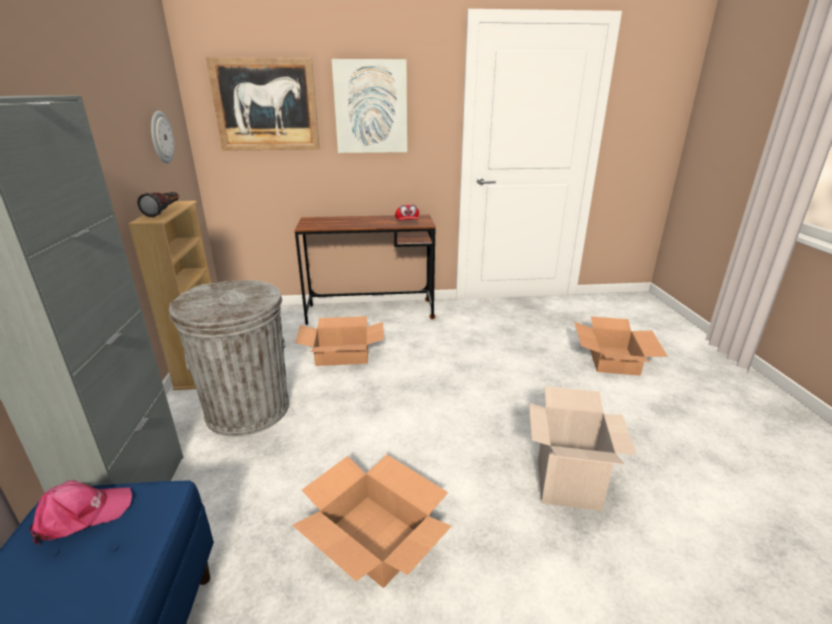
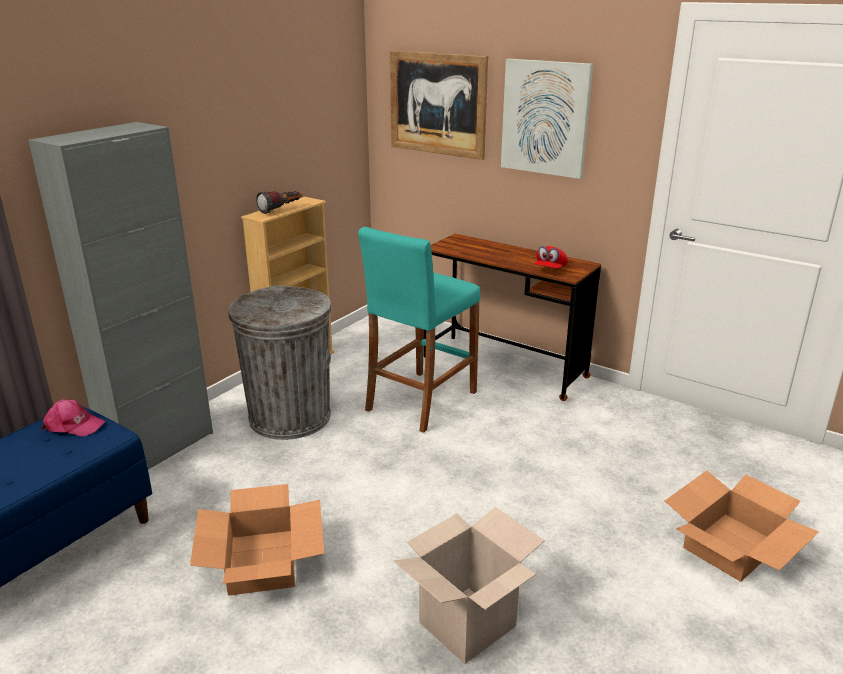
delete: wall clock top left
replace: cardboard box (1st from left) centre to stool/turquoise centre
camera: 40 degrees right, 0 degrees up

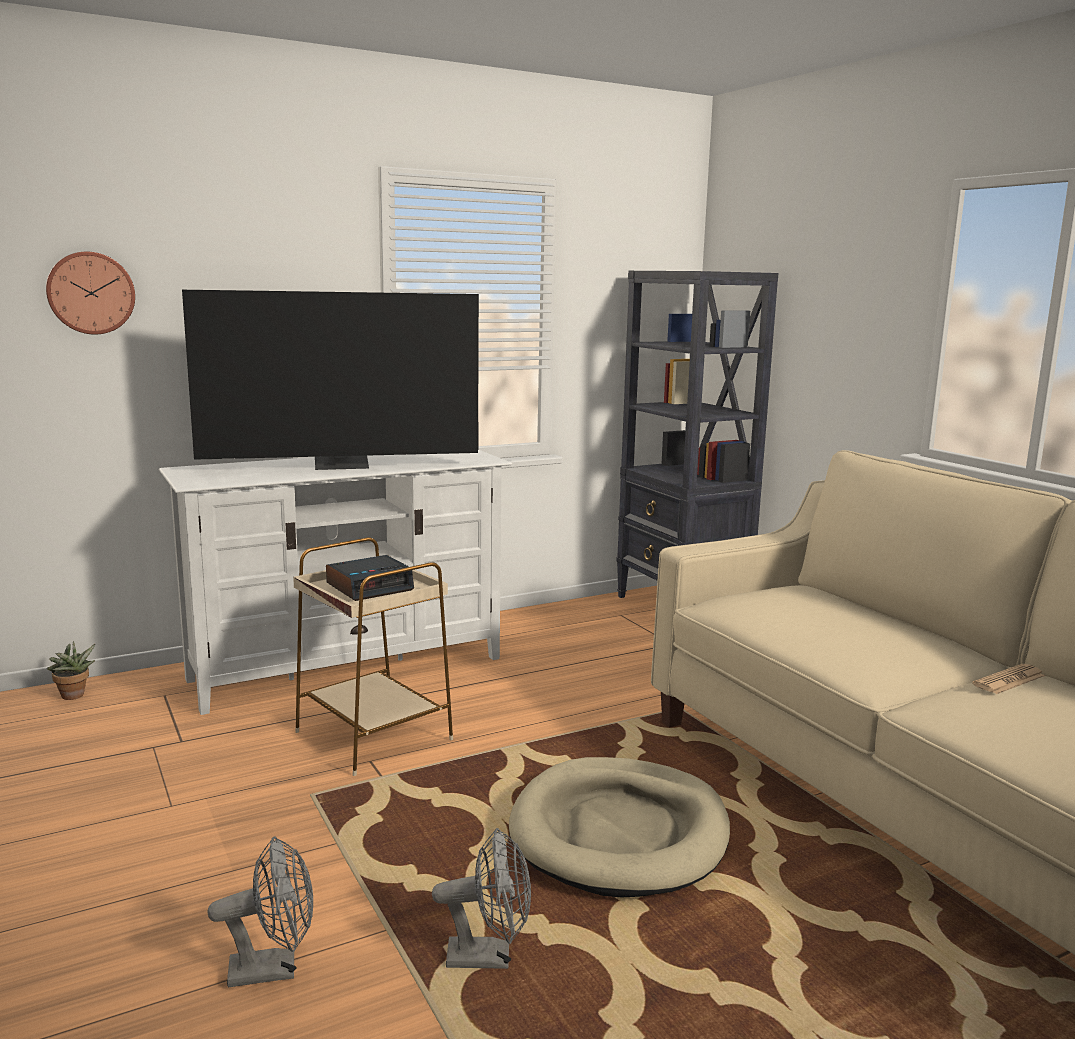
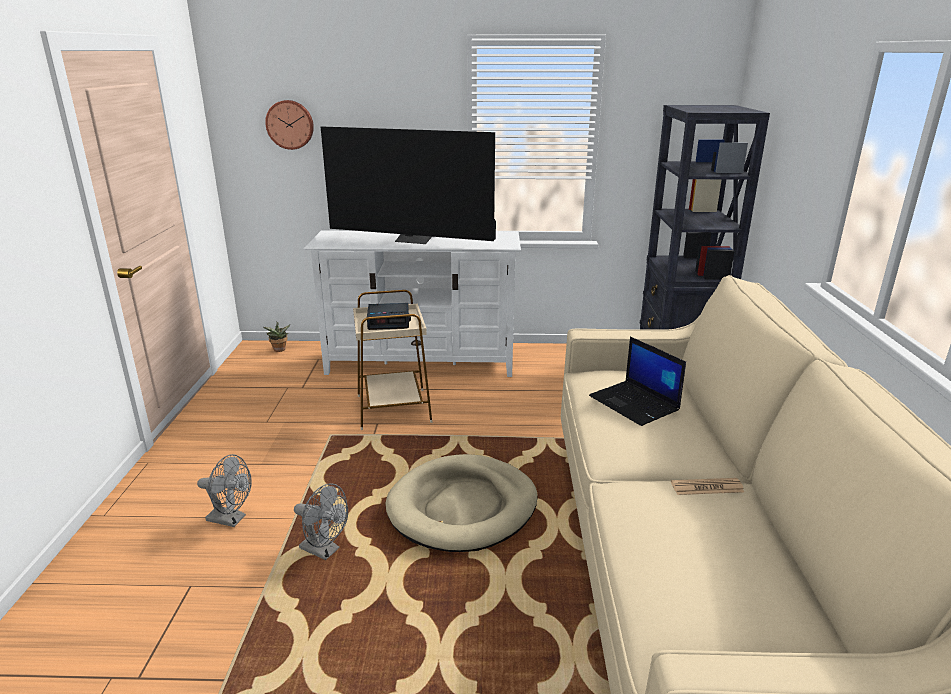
insert: laptop middle right
camera: 30 degrees right, 10 degrees up

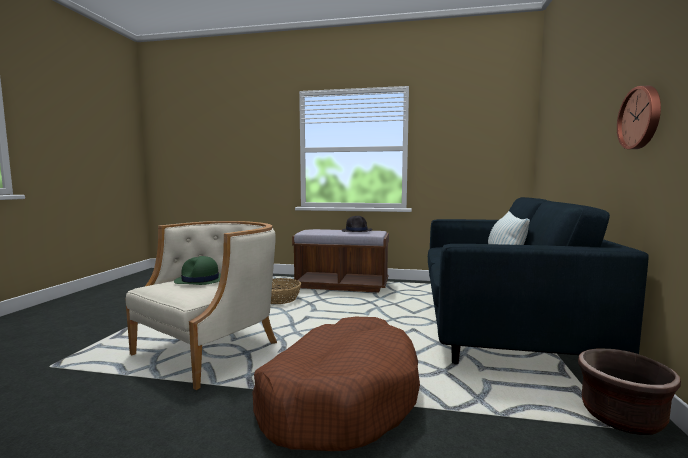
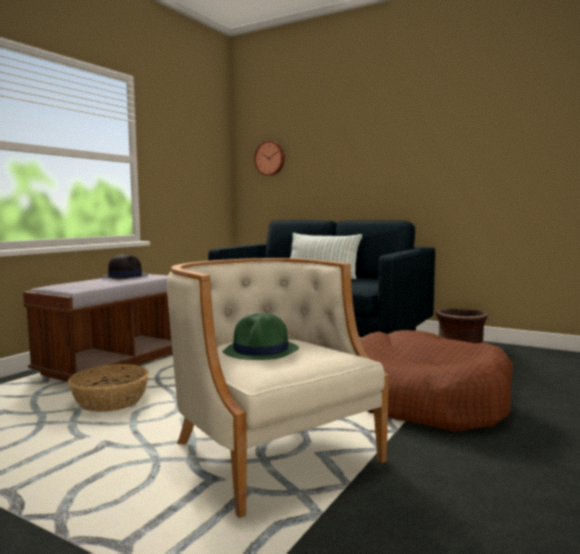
move: wall clock top right to top centre
camera: 70 degrees left, 0 degrees up

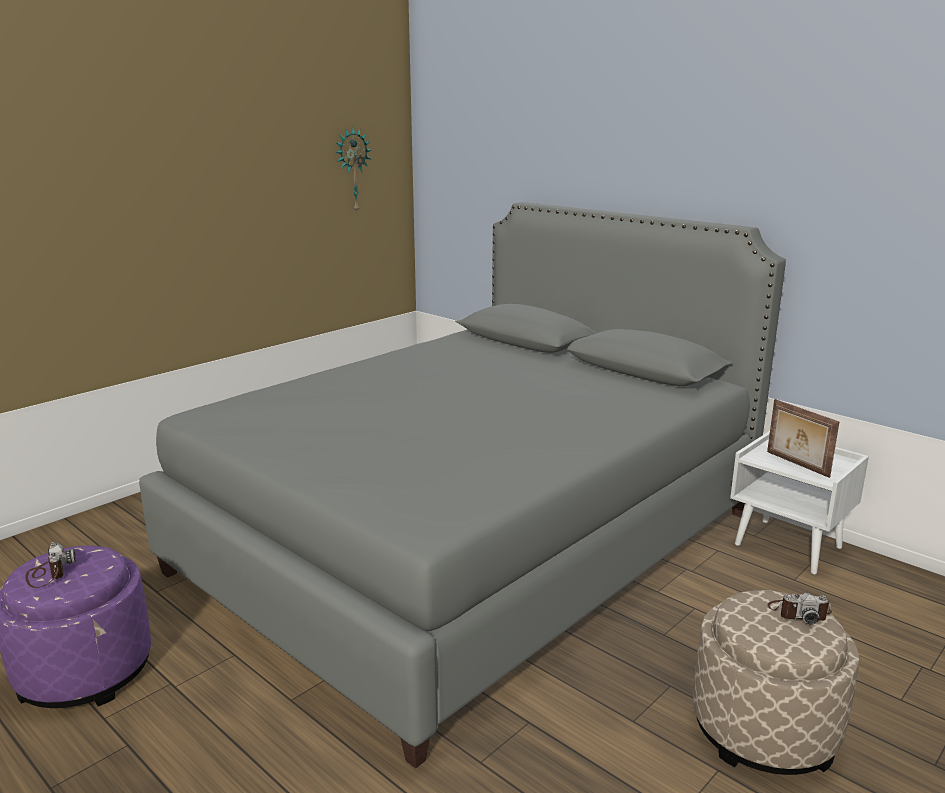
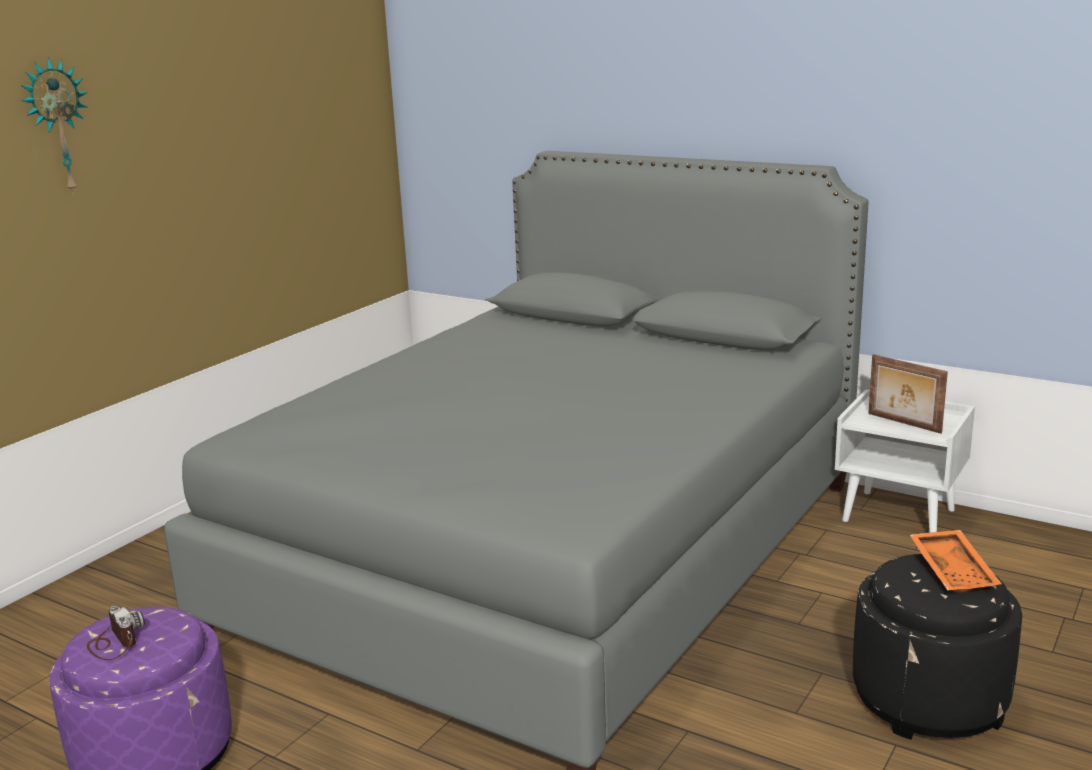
move: wall clock top centre to top left
replace: photo camera (2nd from left) bottom right to tray/orange bottom right
recolor: ottoman/beige bottom right to ottoman/black bottom right
camera: 10 degrees left, 0 degrees up

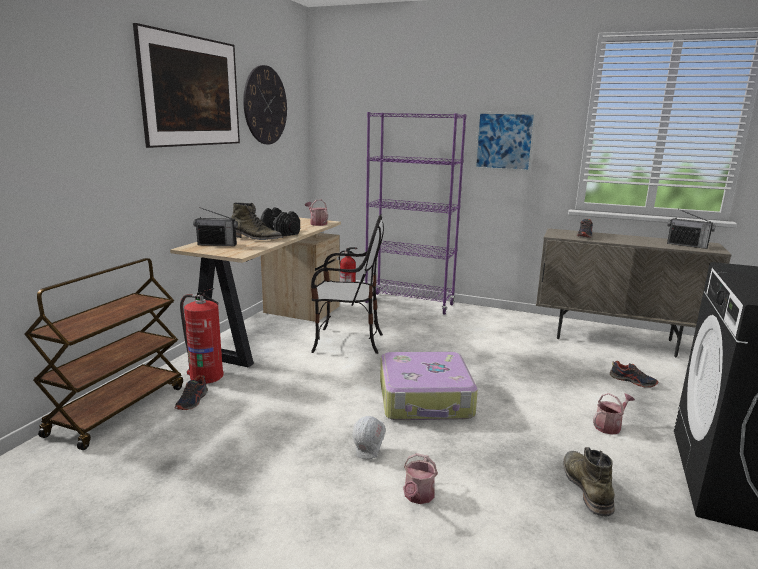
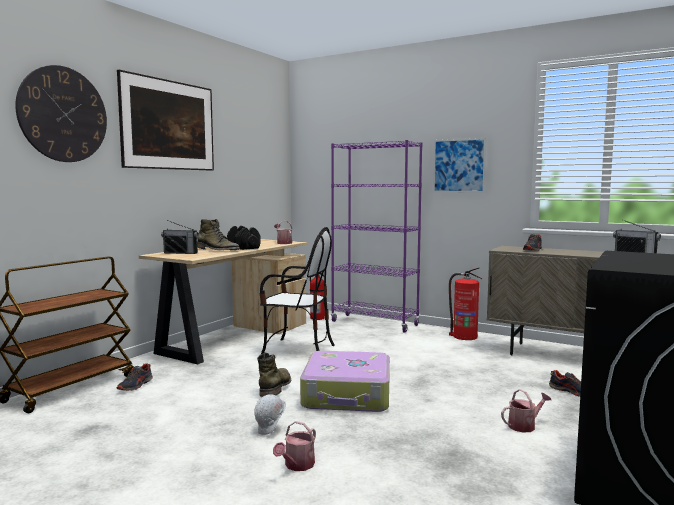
move: wall clock top centre to top left; boot/green (2nd from left) bottom right to bottom centre; fire extinguisher (1st from left in the first image) middle left to fire extinguisher (2nd from left) middle right
camera: 10 degrees right, 10 degrees down

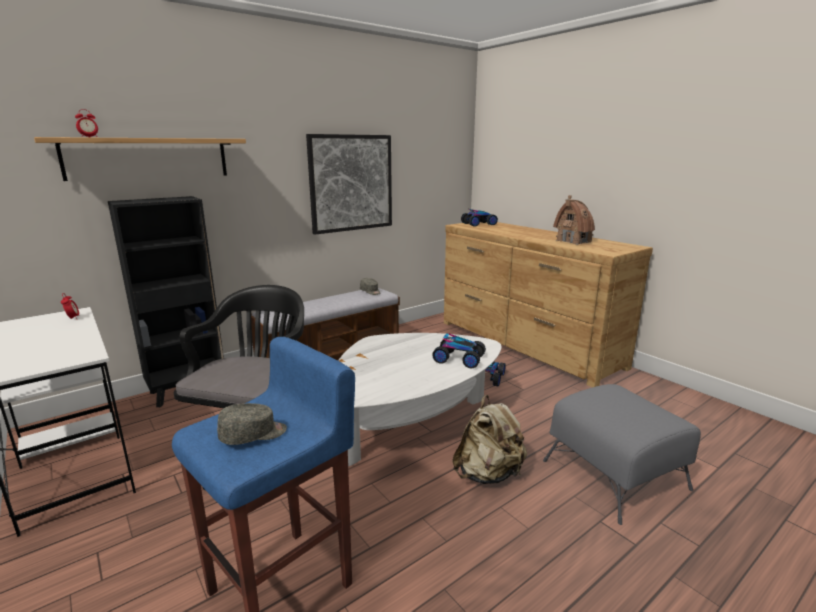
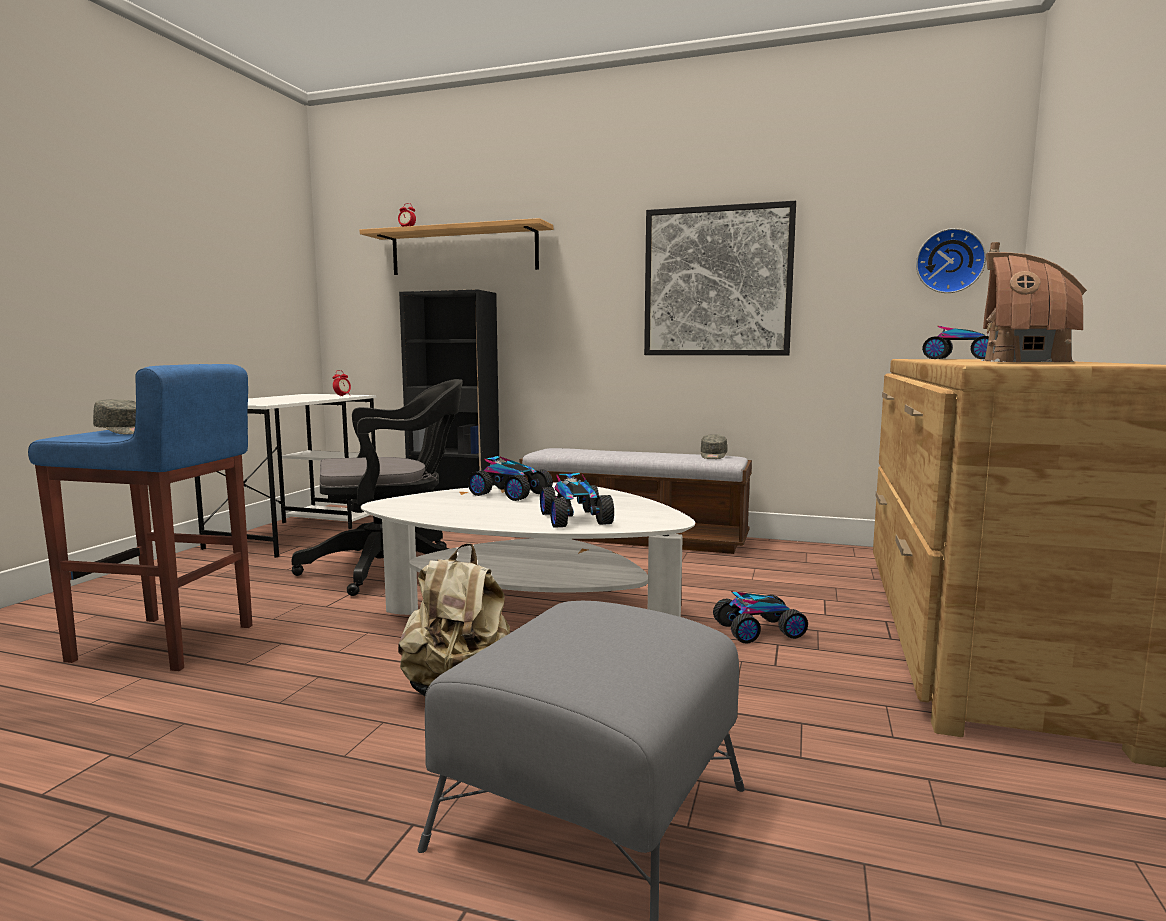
insert: toy car (1st from left) centre; wall clock top right
camera: 55 degrees right, 10 degrees down

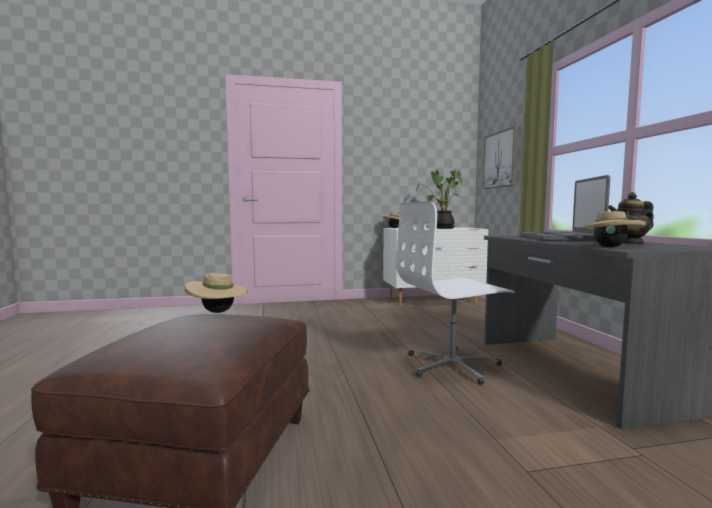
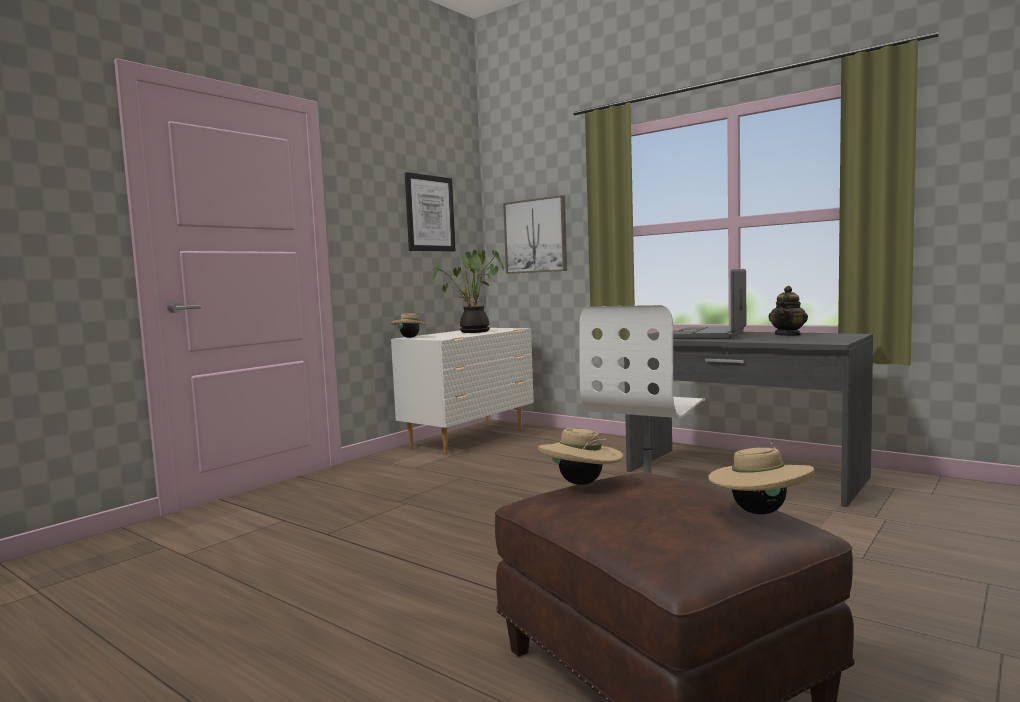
insert: picture (1st from left) top centre
move: hat/beige (3rd from left) middle right to bottom right
rotate: laptop middle right = middle right 60 degrees clockwise
camera: 40 degrees left, 0 degrees up

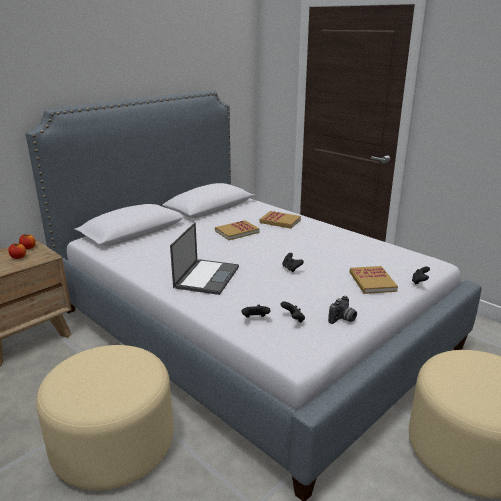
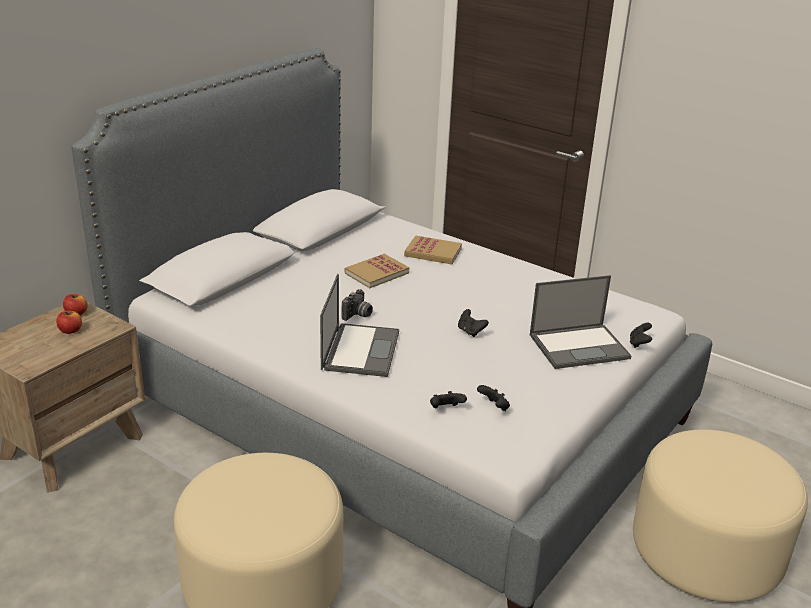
move: photo camera middle right to centre
replace: book (3rd from left) middle right to laptop (2nd from left) middle right
camera: 10 degrees left, 5 degrees up

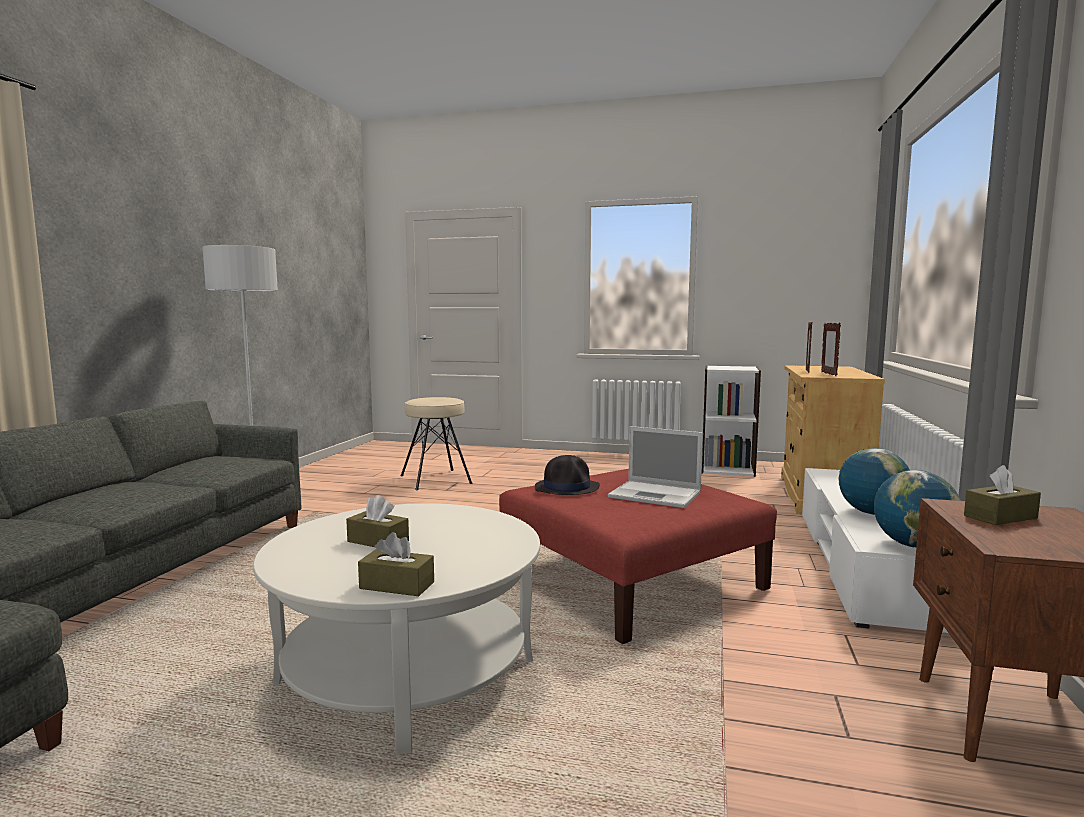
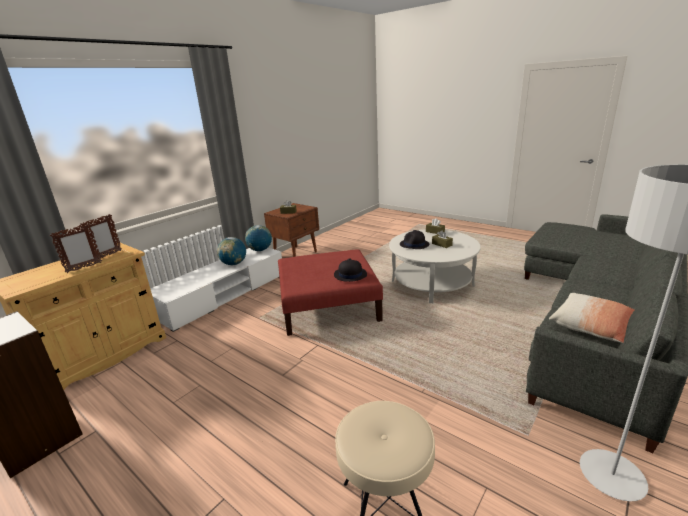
delete: laptop centre
insert: hat/black (2nd from left) centre; pillow middle right
camera: 155 degrees left, 15 degrees up

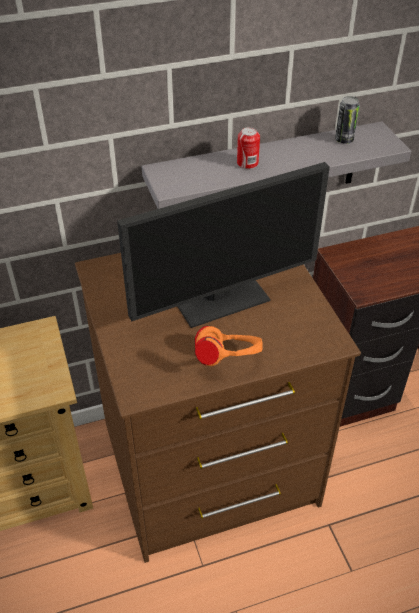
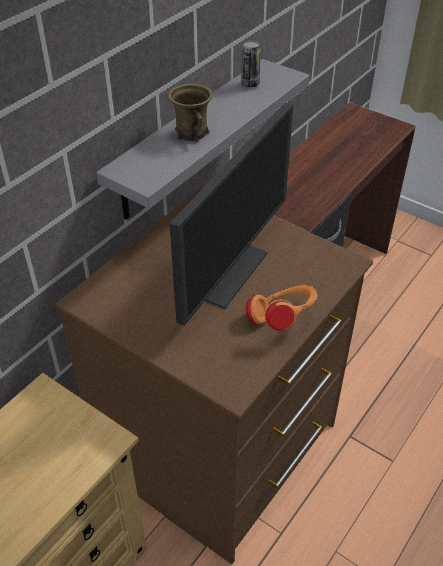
replace: can (1st from left) top centre to mug/brown top centre
camera: 35 degrees left, 0 degrees up

